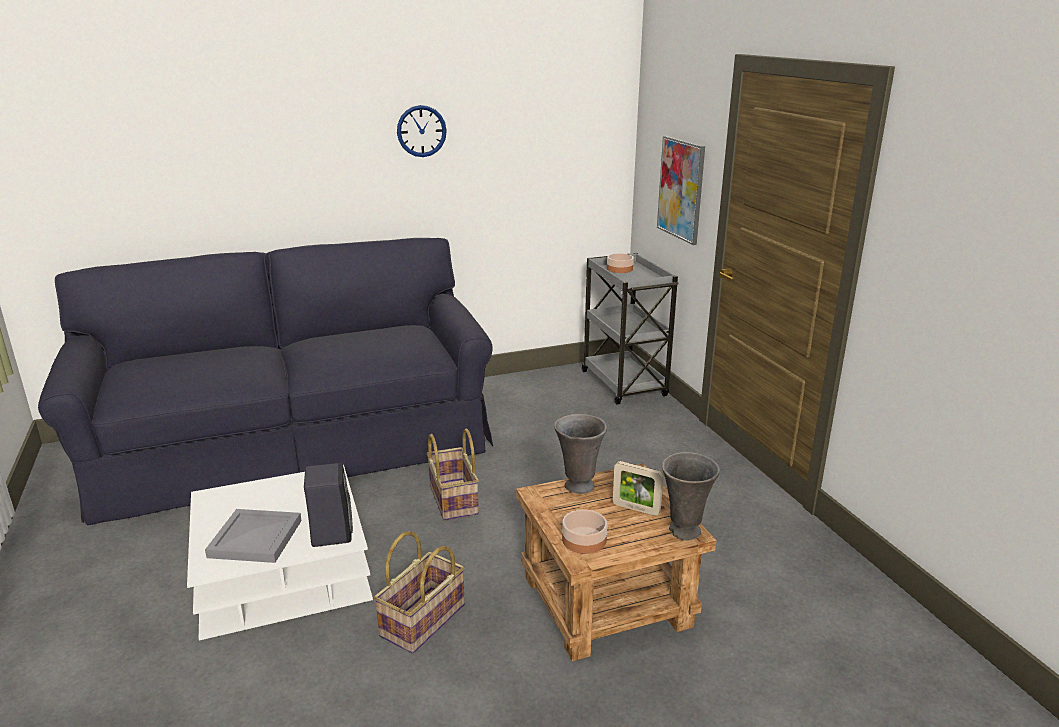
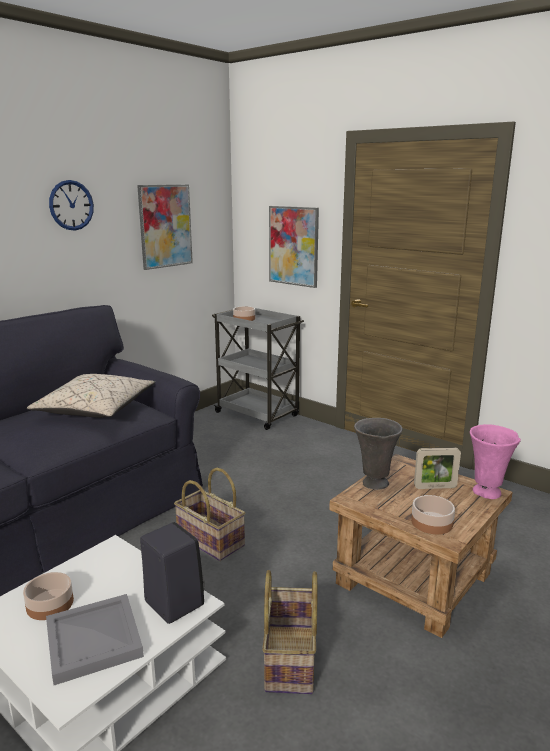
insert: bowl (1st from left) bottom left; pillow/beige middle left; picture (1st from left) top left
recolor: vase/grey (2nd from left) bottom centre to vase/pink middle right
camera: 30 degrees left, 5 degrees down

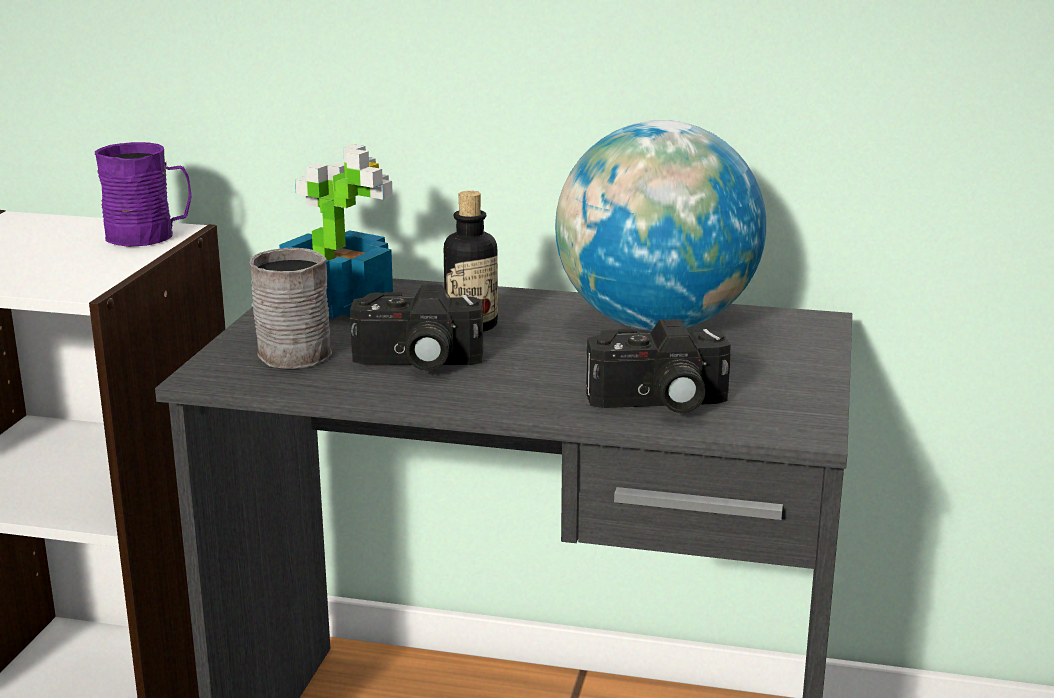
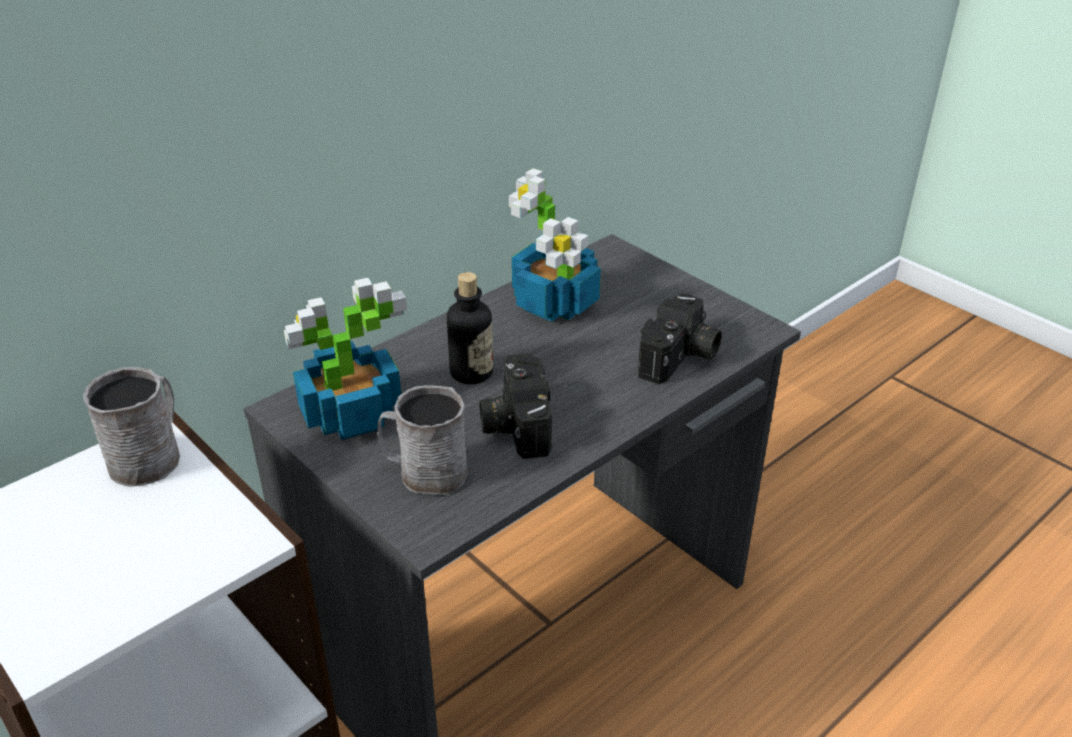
replace: globe top centre to potted plant (2nd from left) top centre
recolor: mug/purple top left to mug/grey (1st from left) middle left
rotate: photo camera (1st from left) centre = centre 135 degrees clockwise
camera: 55 degrees left, 15 degrees up

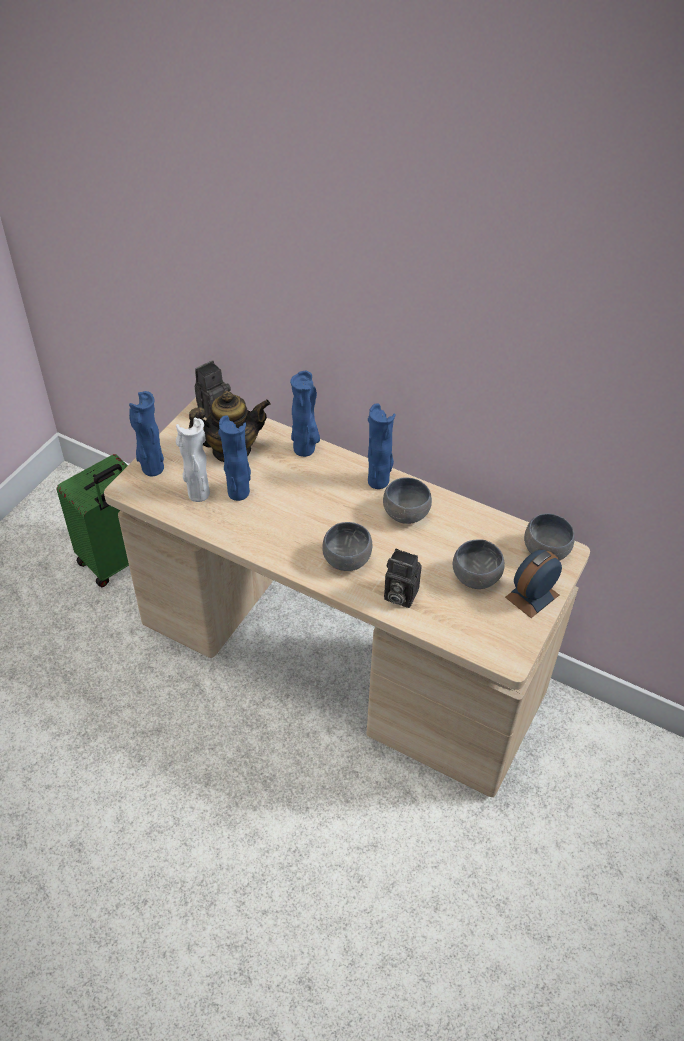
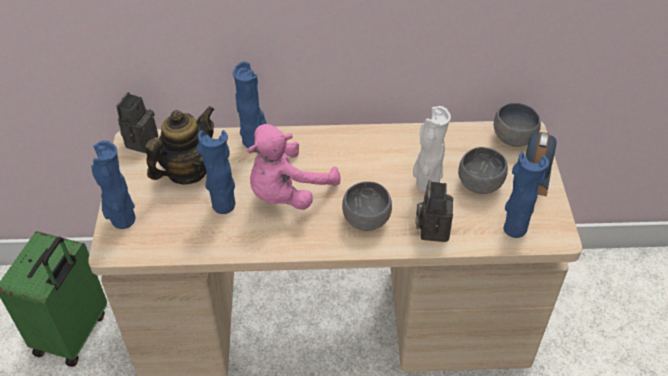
delete: bowl/grey (2nd from left) centre
insert: plush toy/pink centre
move: vase/white middle left to centre; vase/blue (4th from left) centre to middle right
rotate: photo camera (2nd from left) centre = centre 105 degrees clockwise
camera: 30 degrees left, 0 degrees up

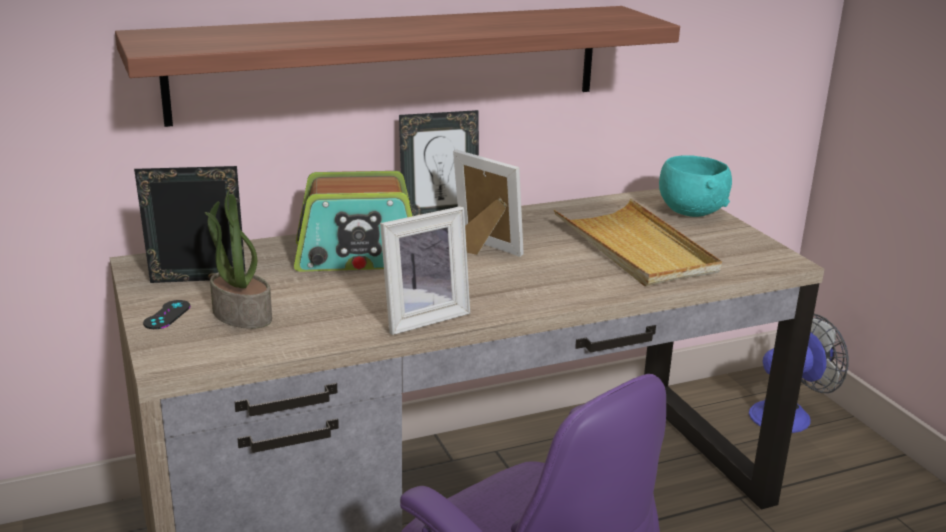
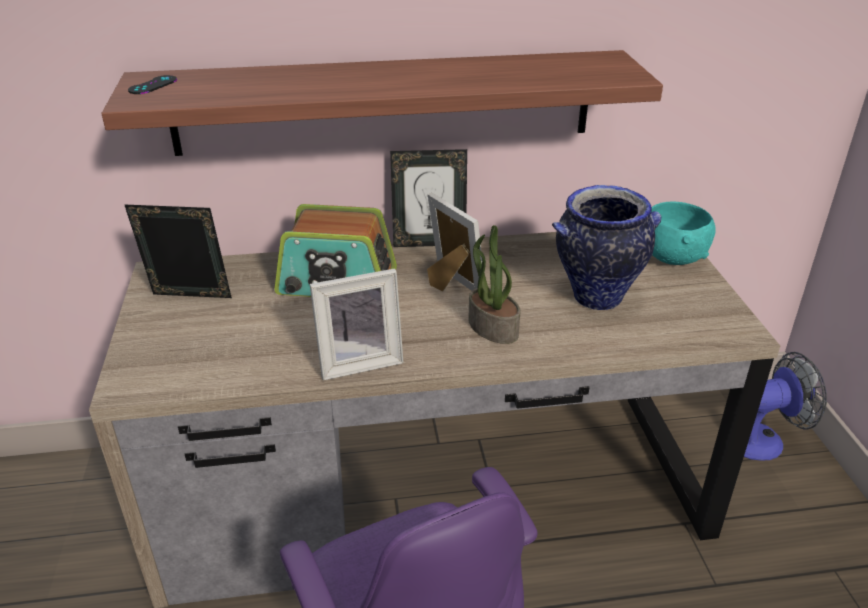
move: game controller/black middle left to top left; potted plant middle left to centre
replace: tray/beige middle right to vase middle right
camera: 15 degrees right, 10 degrees up

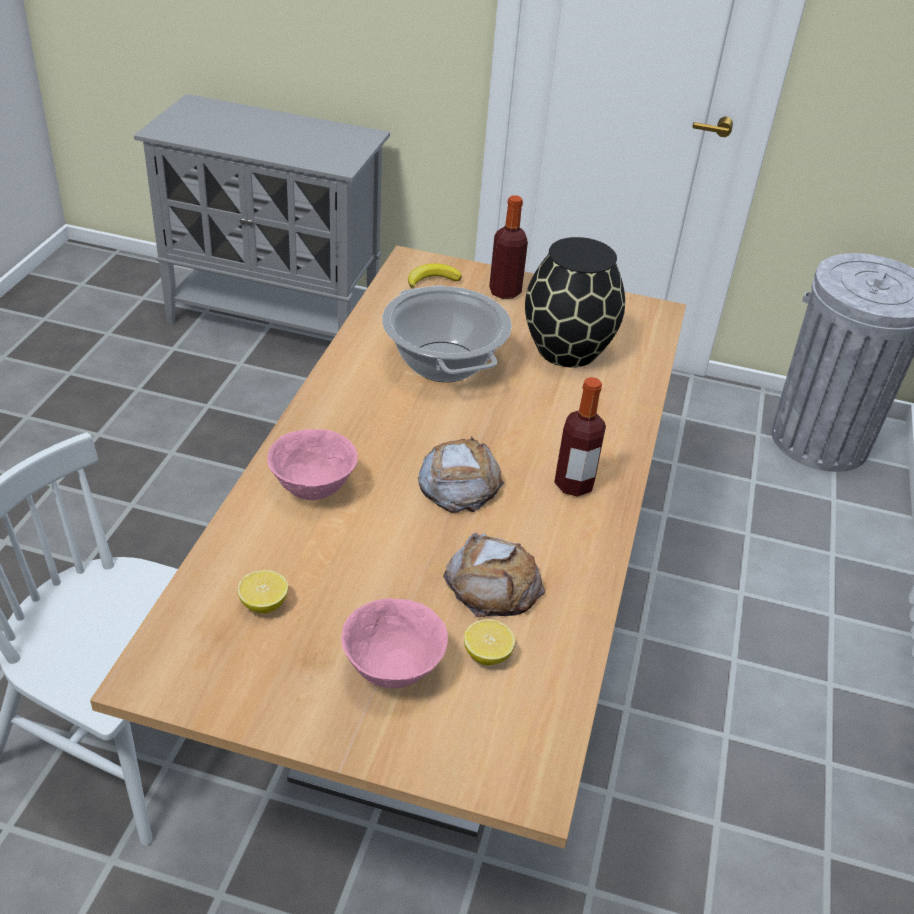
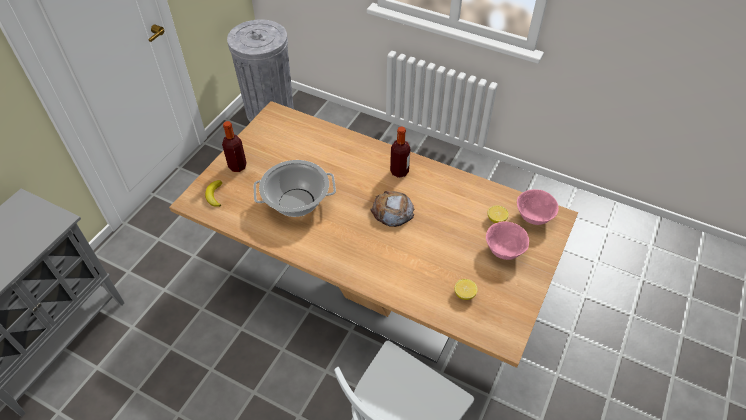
delete: bread (2nd from left) centre; vase/black top centre
move: bowl/pink (1st from left in the first image) centre to bowl/pink (2nd from left) middle right
camera: 75 degrees left, 10 degrees up

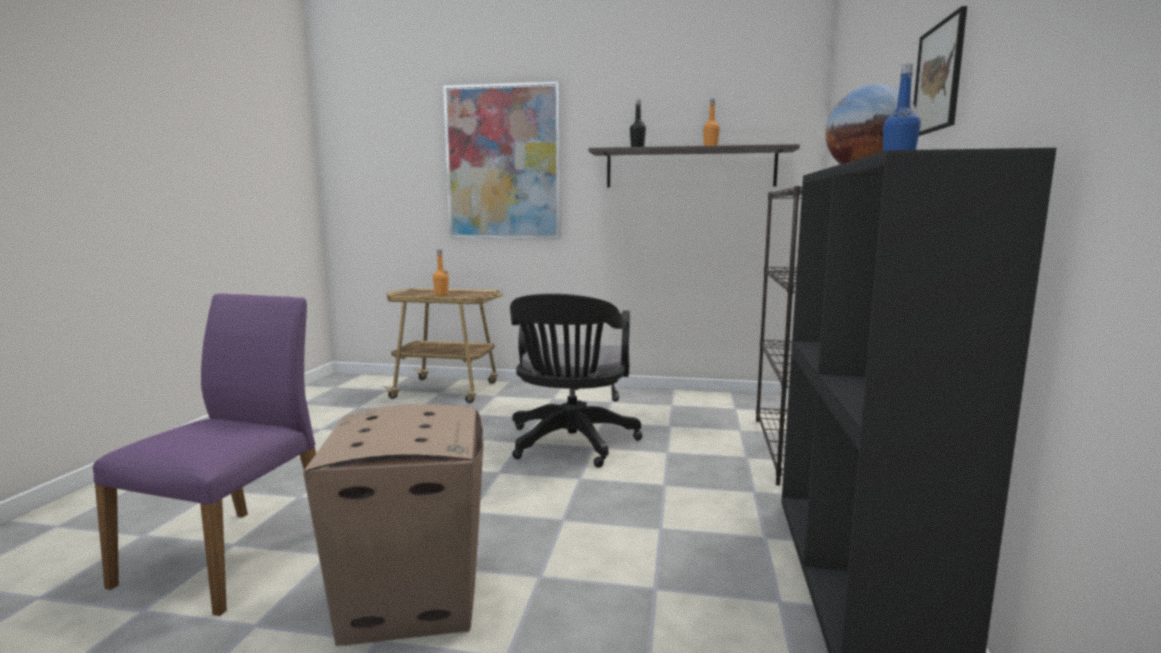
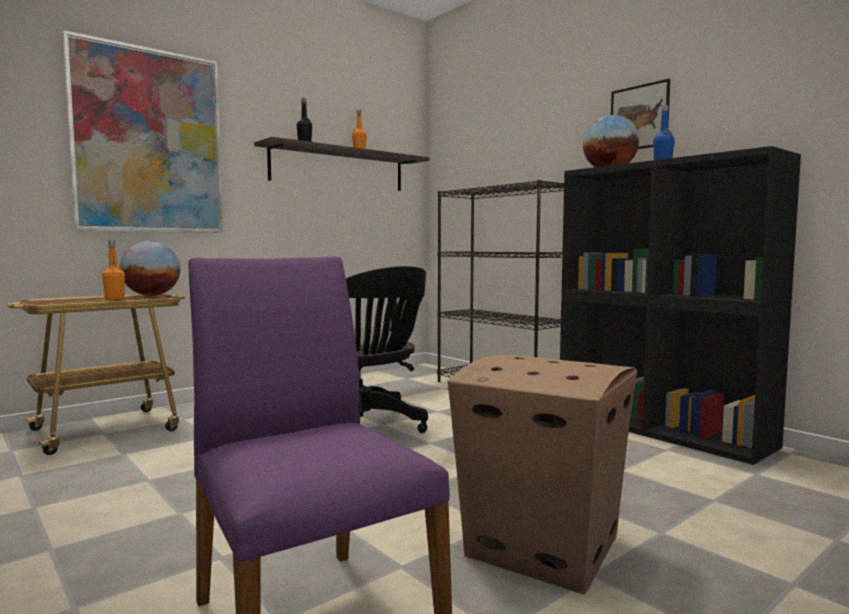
insert: globe (1st from left) middle left
camera: 50 degrees left, 5 degrees down

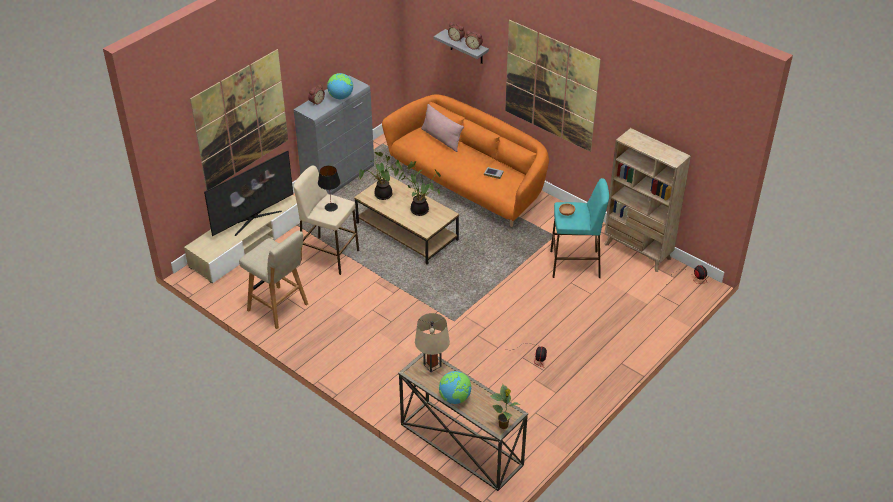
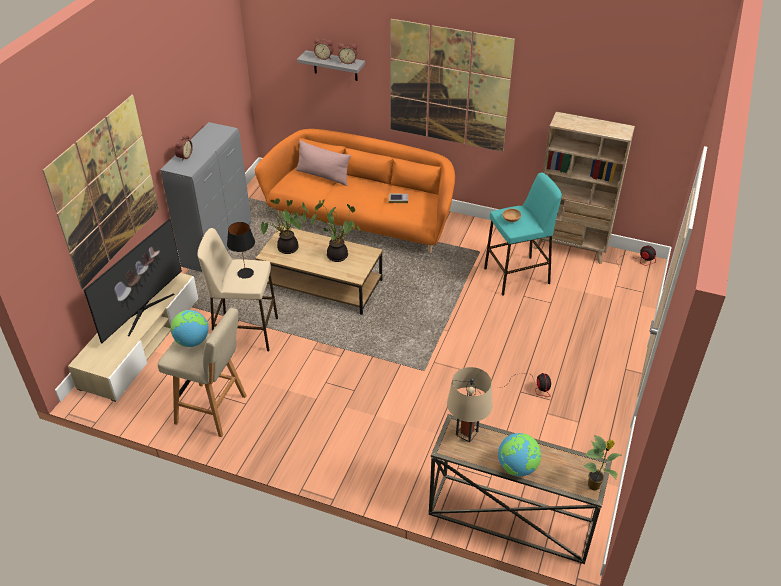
move: globe (1st from left) top centre to middle left
camera: 20 degrees left, 0 degrees up

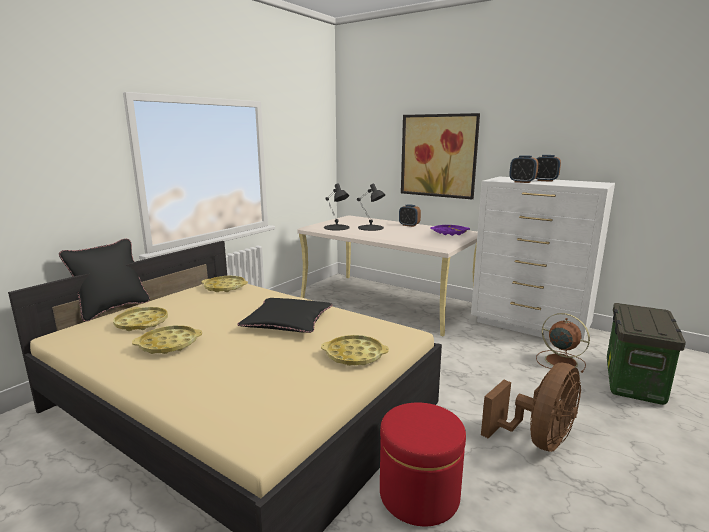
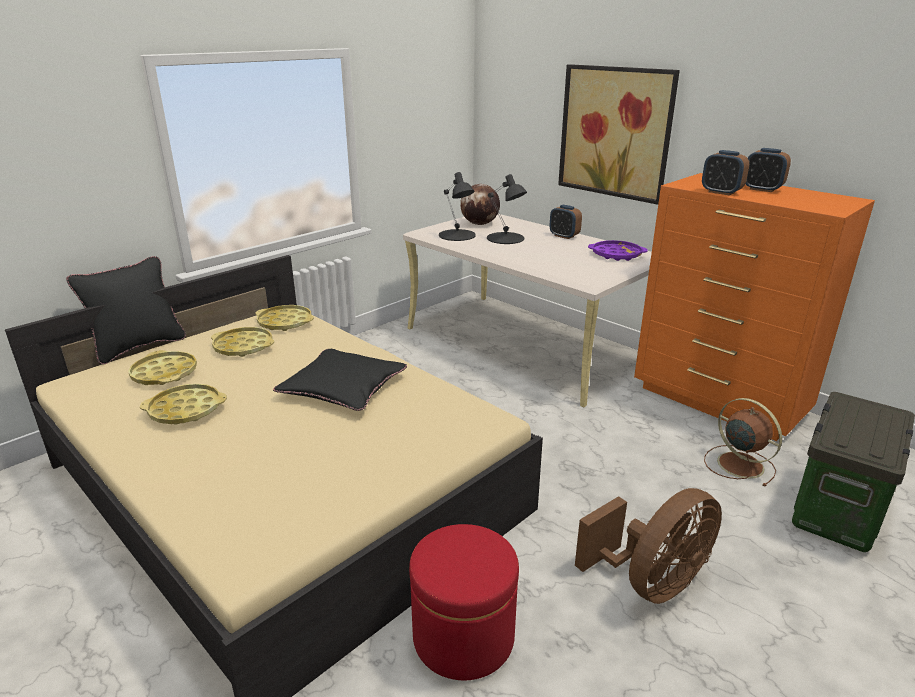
insert: globe top centre
move: tray/yellow (4th from left in the first image) centre to tray/yellow (3rd from left) middle left
recolor: dresser/white middle right to dresser/orange middle right
camera: 10 degrees right, 10 degrees up

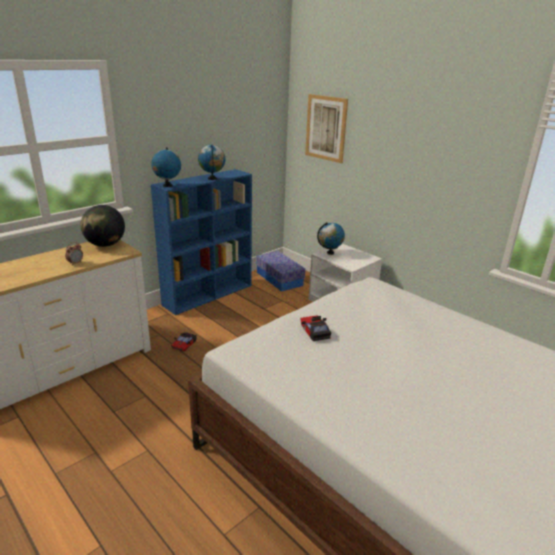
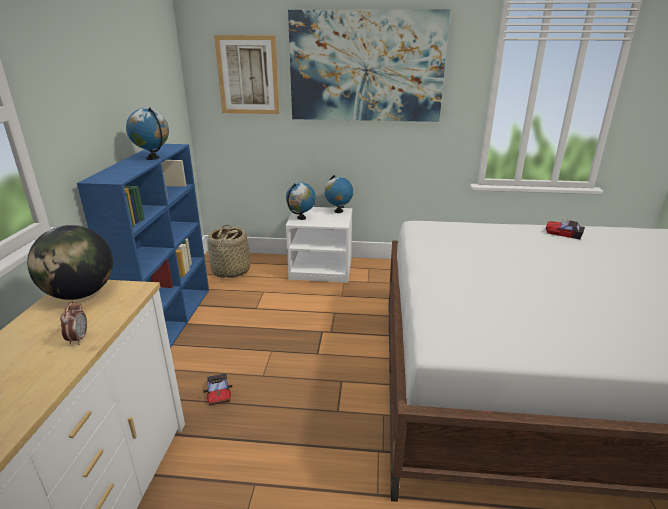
insert: picture (2nd from left) top centre
move: globe (2nd from left in the first image) top left to globe (4th from left) centre; toy car (2nd from left) centre to middle right
replace: storage box centre to basket centre
camera: 40 degrees left, 0 degrees up

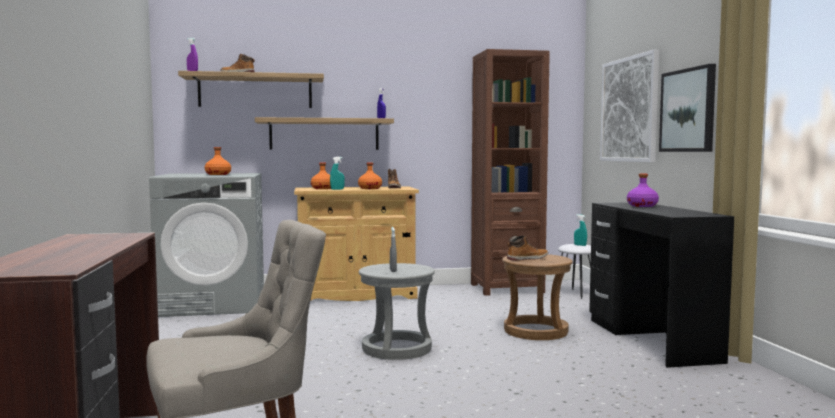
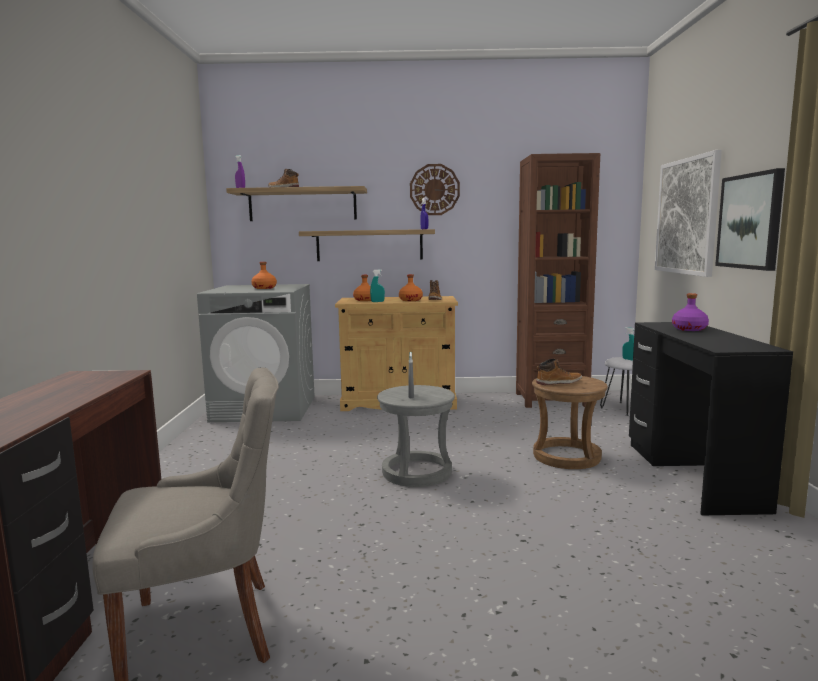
insert: wall clock top centre
camera: 10 degrees right, 5 degrees up

